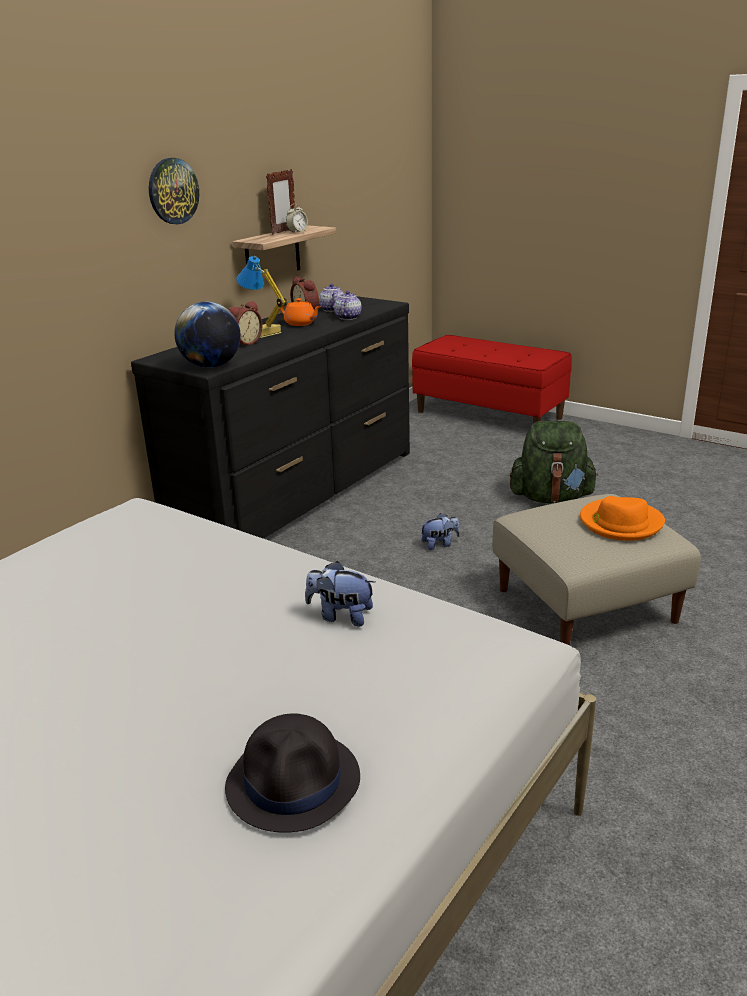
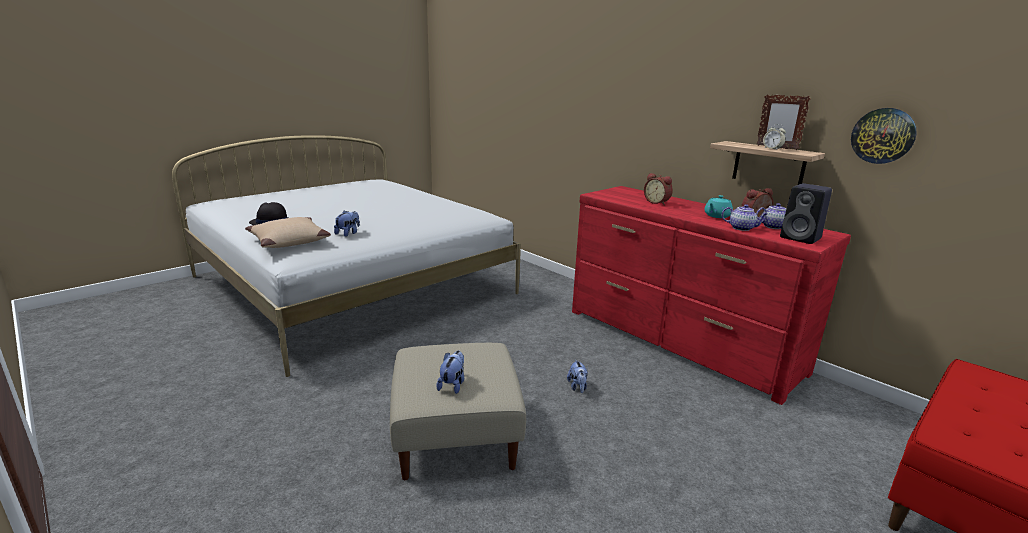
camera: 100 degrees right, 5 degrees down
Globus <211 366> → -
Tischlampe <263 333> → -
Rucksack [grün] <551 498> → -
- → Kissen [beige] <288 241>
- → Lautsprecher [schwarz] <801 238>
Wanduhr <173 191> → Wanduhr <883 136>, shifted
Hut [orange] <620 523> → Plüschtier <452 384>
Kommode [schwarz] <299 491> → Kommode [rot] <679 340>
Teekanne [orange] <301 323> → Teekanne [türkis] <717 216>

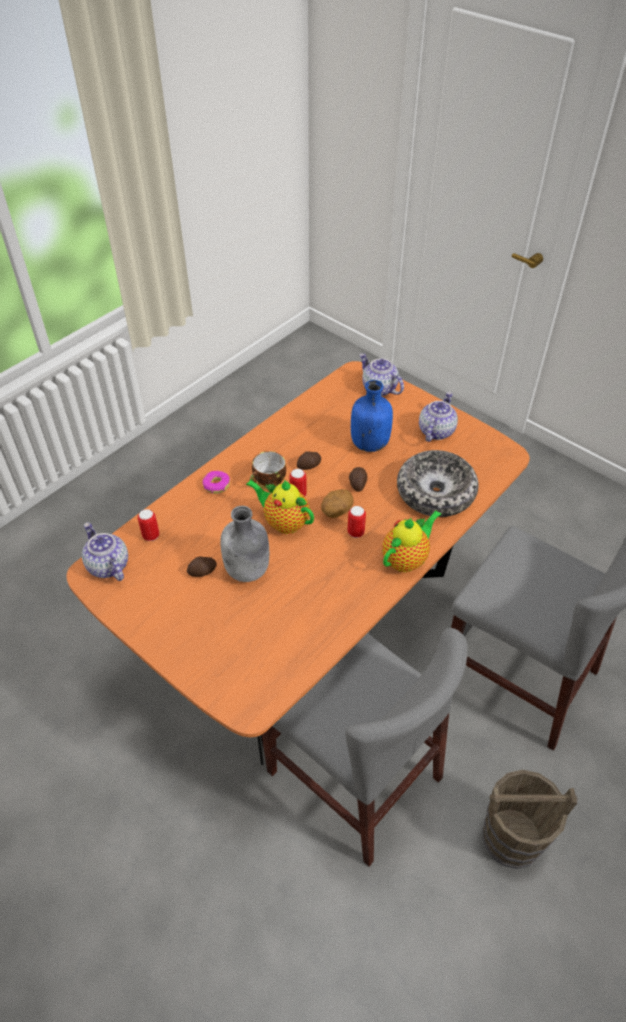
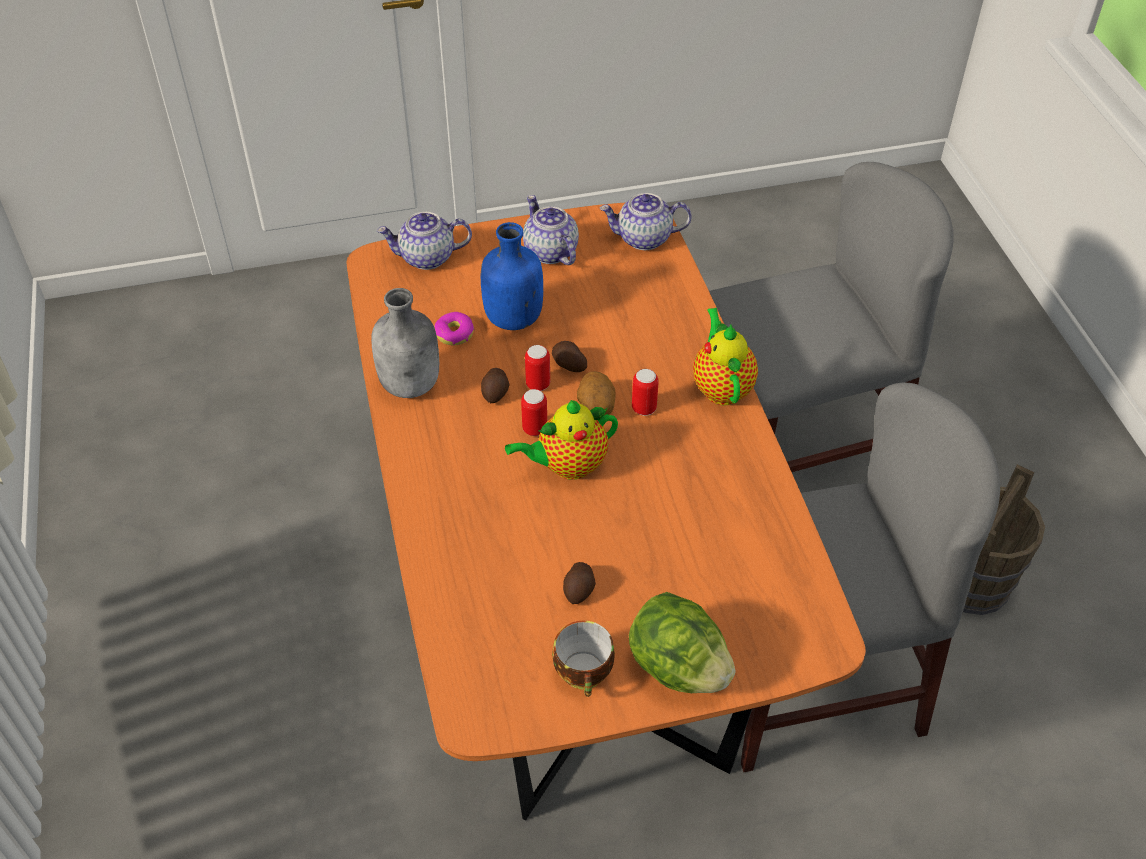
camera: 55 degrees left, 0 degrees up
Schüssel <435 492> → -
- → Salatkopf <678 667>
Teekanne <107 566> → Teekanne <643 239>, shifted
Dose <151 536> → Dose <538 384>, shifted
Donut <216 485> → Donut <454 334>, shifted
Flasche [grau] <248 571> → Flasche [grau] <411 384>, shifted
Tasse <269 482> → Tasse <585 674>, shifted

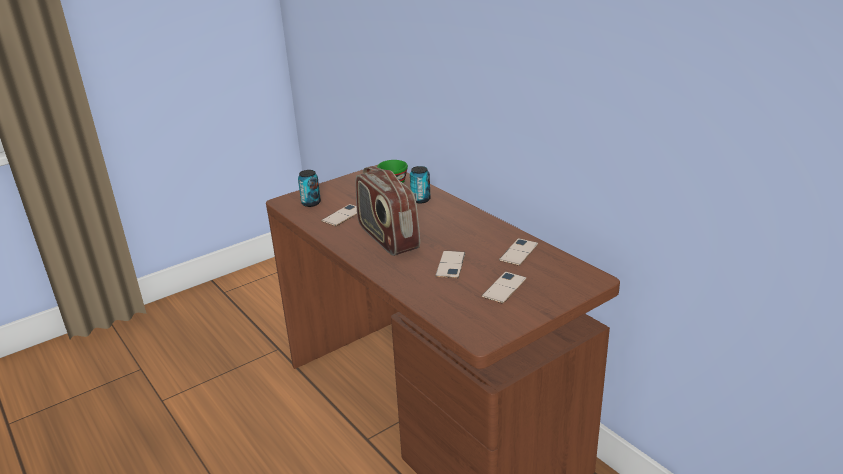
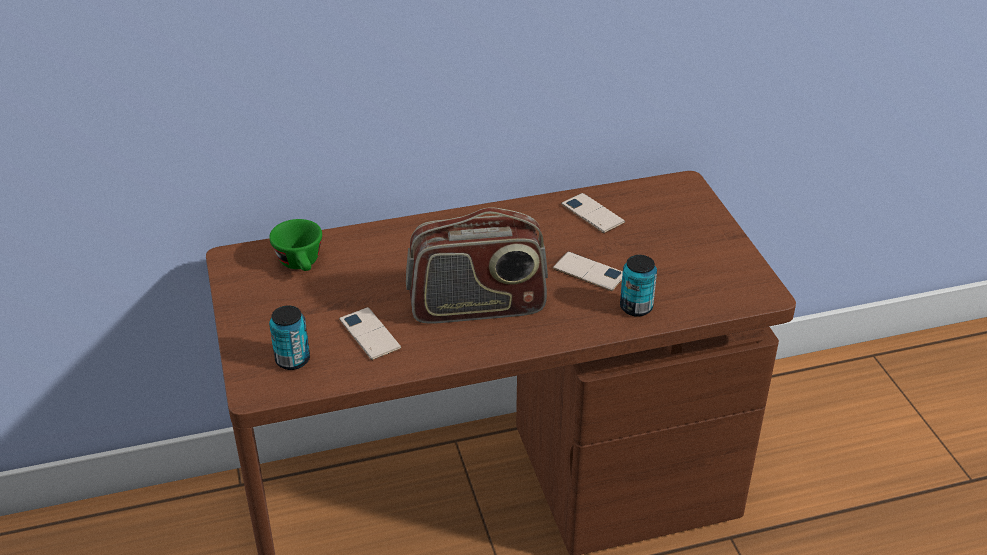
camera: 70 degrees left, 10 degrees up
Handy <504 288> → -
Dose <420 200> → Dose <636 307>, shifted

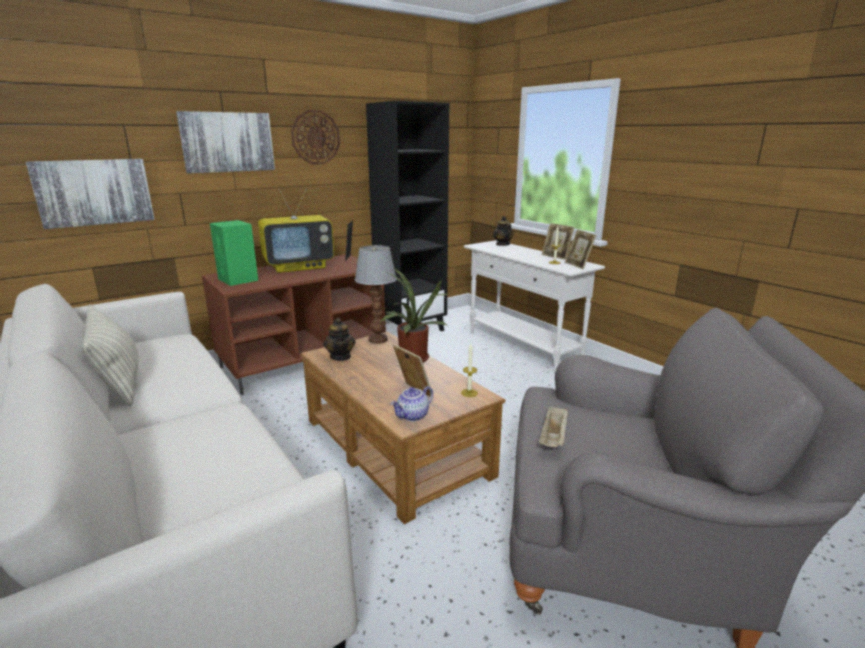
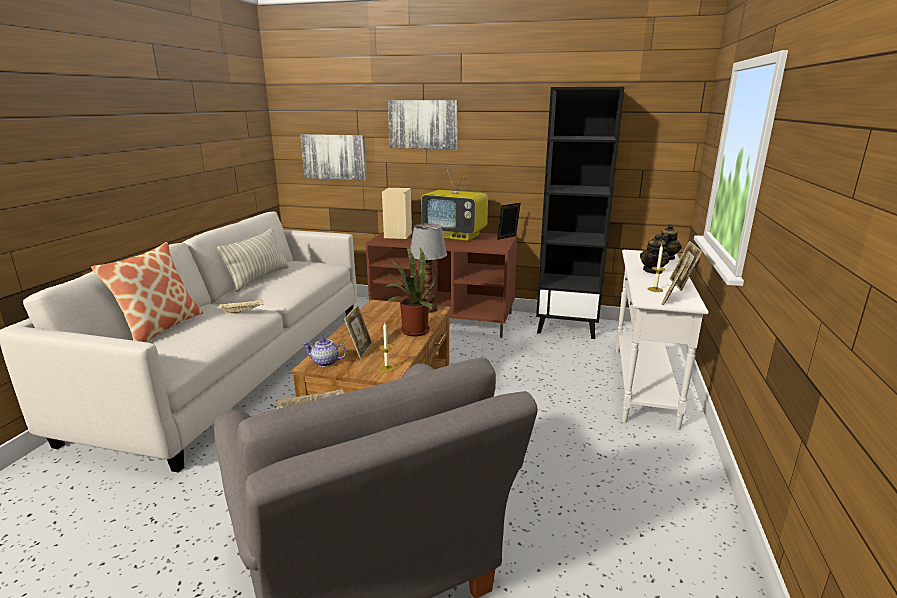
camera: 50 degrees right, 0 degrees up
Wanduhr <315 137> → -
- → Kissen <160 328>
- → Tablett [beige] <243 311>
Teekanne <340 356> → Teekanne <653 271>, shifted
Lautsprecher [grün] <238 280> → Lautsprecher [beige] <397 235>

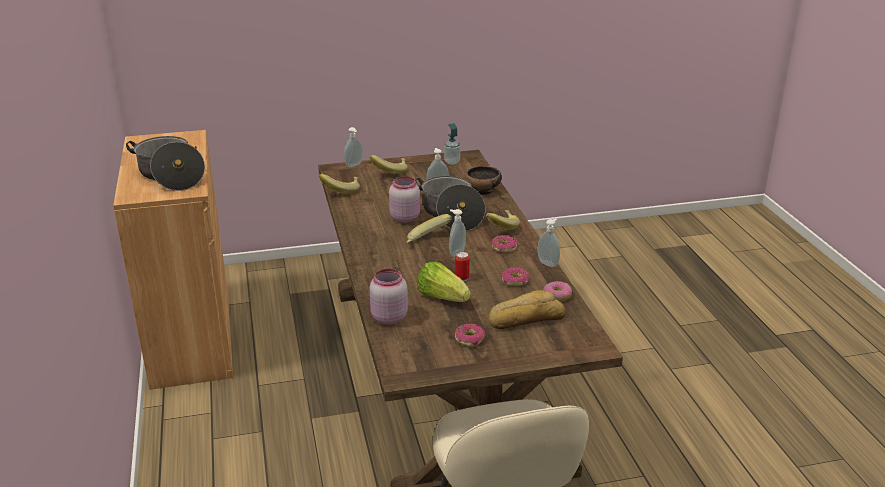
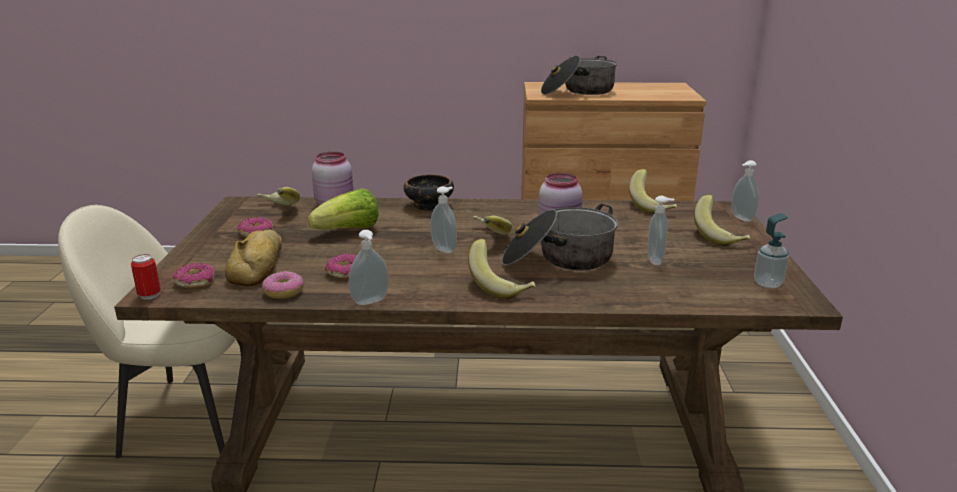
camera: 105 degrees right, 5 degrees down
- → Banane <276 210>
Dose <462 278> → Dose <149 295>, shifted
Schüssel <483 190> → Schüssel <428 205>, shifted
Donut <504 248> → Donut <195 282>, shifted

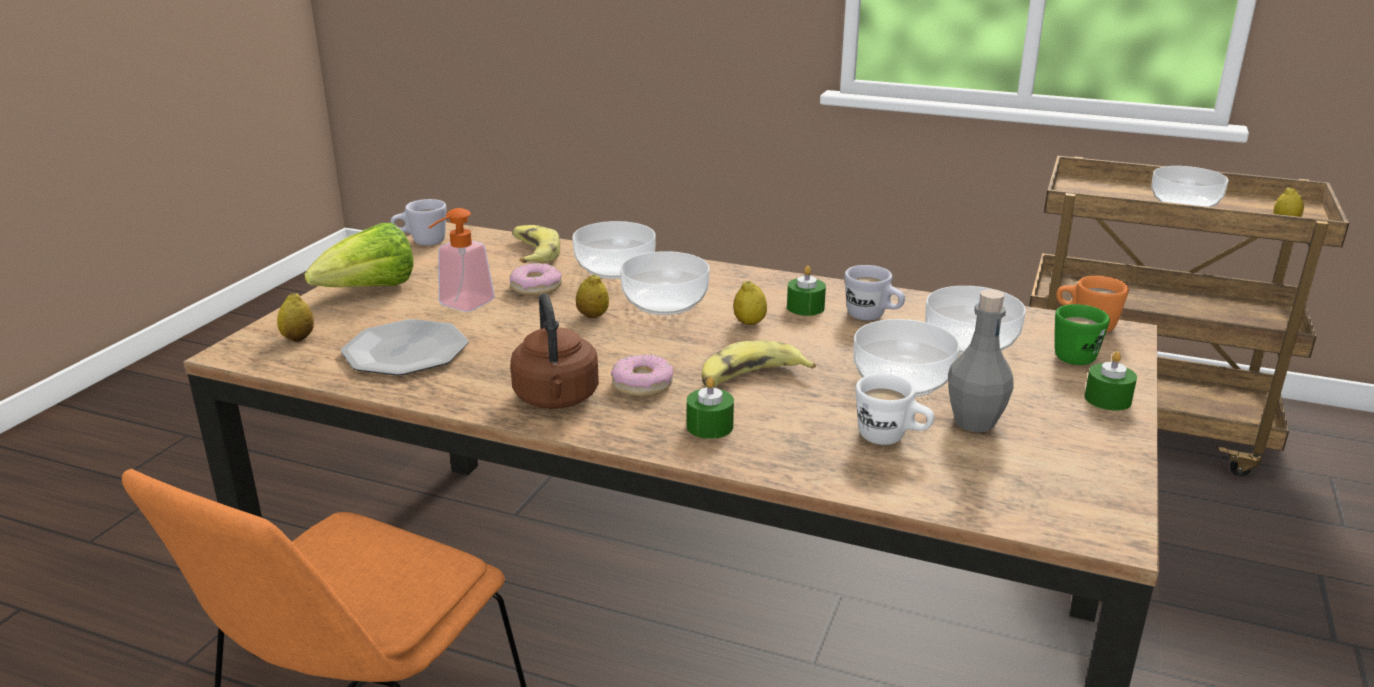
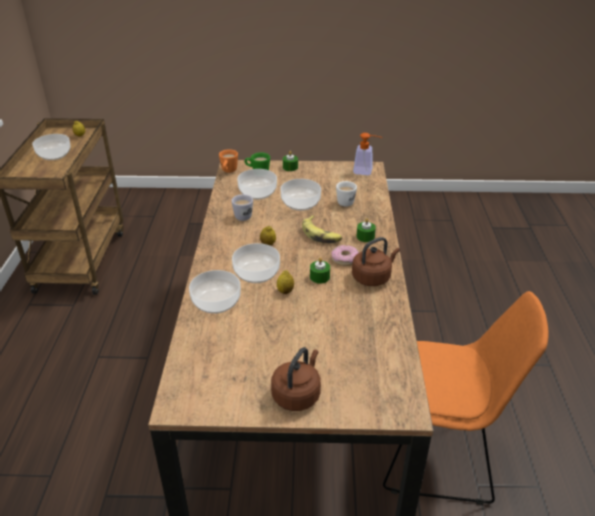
camera: 110 degrees left, 10 degrees up
Zitrone <298 338> → -
Teller <405 351> → -
Henkelbecher [weiß] <421 242> → -
Donut <536 287> → -
Banane <533 253> → -
Flasche [grau] <974 422> → -
Seifenspender <460 306> → Seifenspender <366 171>, shifted
Kerze [grün] <805 307> → Kerze [grün] <319 277>, shifted
Salatkopf <369 291> → Wasserkessel [braun] <297 394>

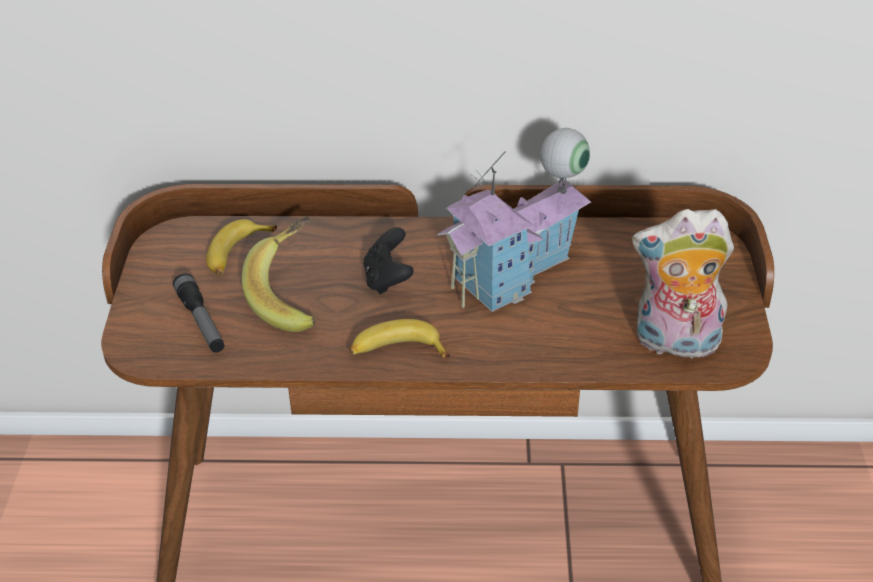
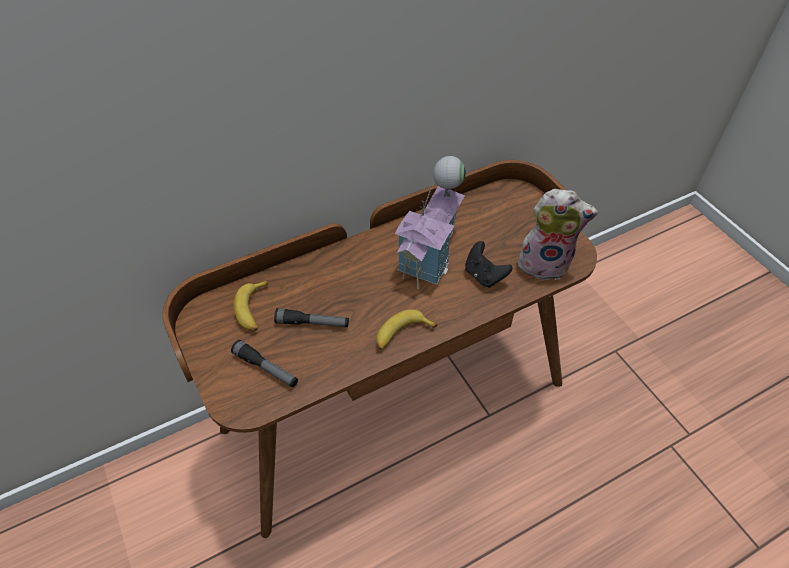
camera: 30 degrees left, 10 degrees up
Gamepad [schwarz] <387 279> → Gamepad [schwarz] <484 275>, shifted
Banane <295 295> → Taschenlampe <312 323>
Plüschtier <674 343> → Plüschtier <545 263>, 150 degrees counterclockwise

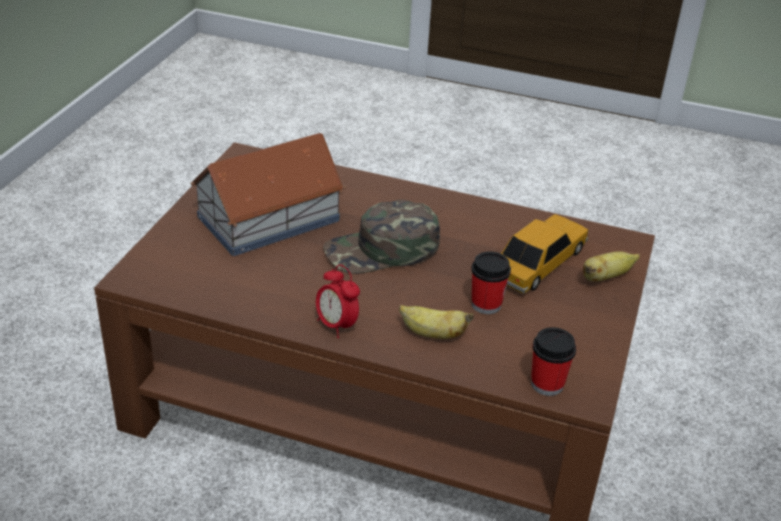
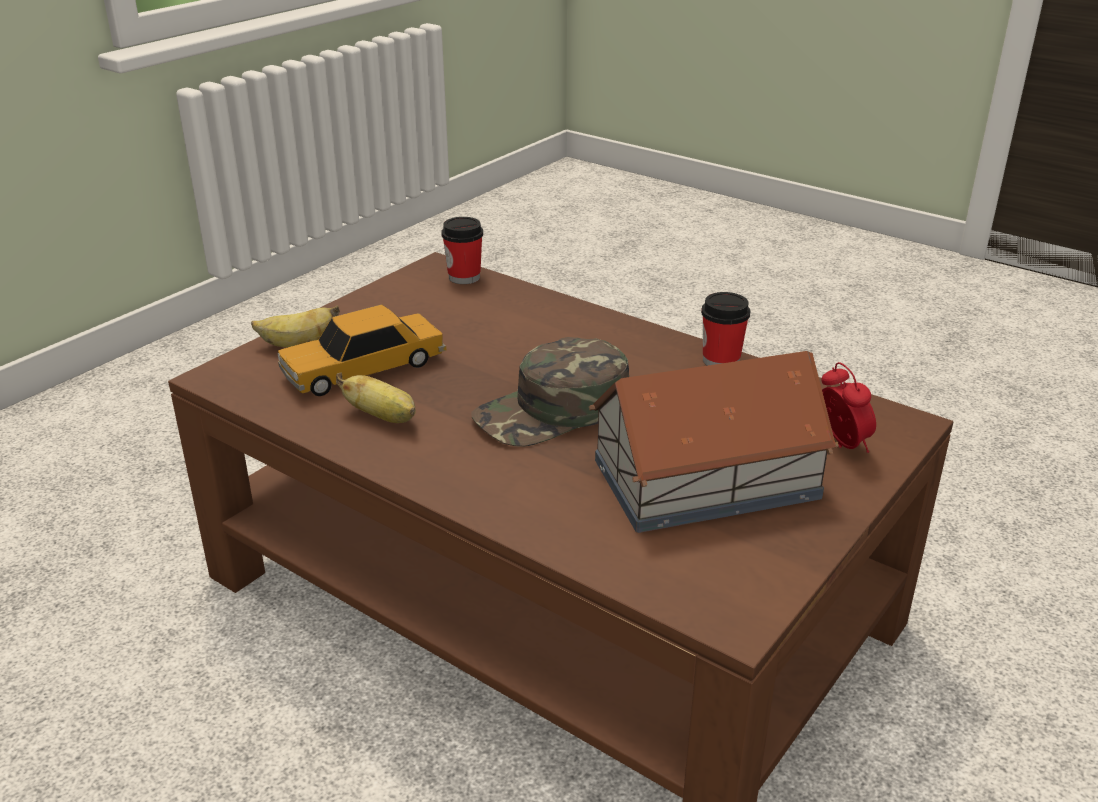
camera: 160 degrees left, 5 degrees down
Wecker <336 325> → Wecker <841 445>, shifted
Banane <432 334> → Banane <383 417>, shifted
Tasse <486 304> → Tasse <721 361>, shifted
Kappe [grün] <382 250> → Kappe [grün] <553 410>, 150 degrees clockwise

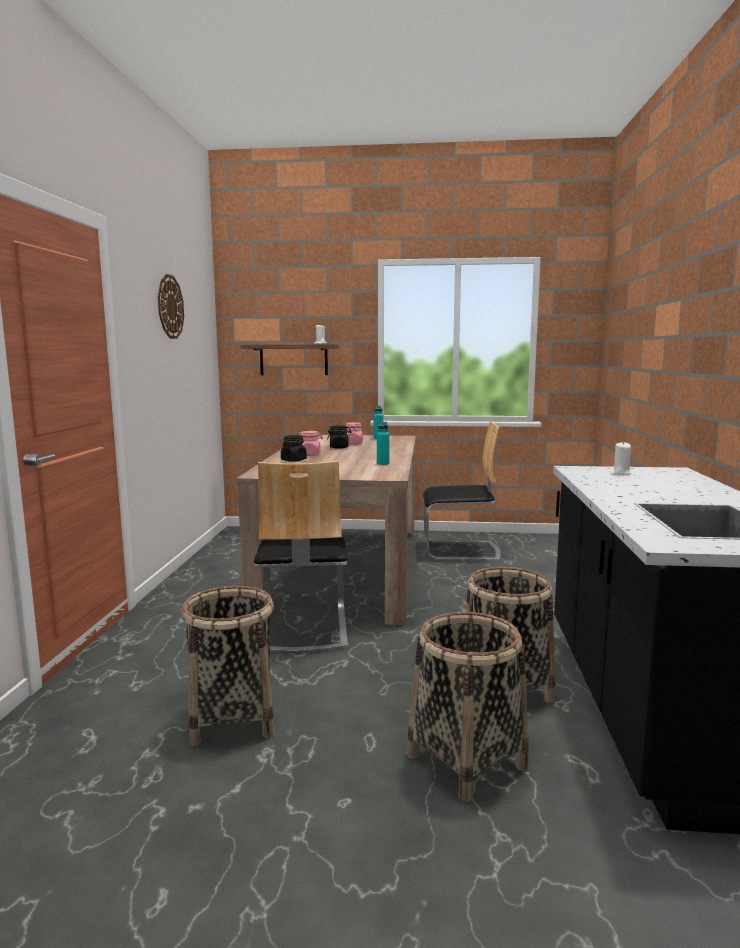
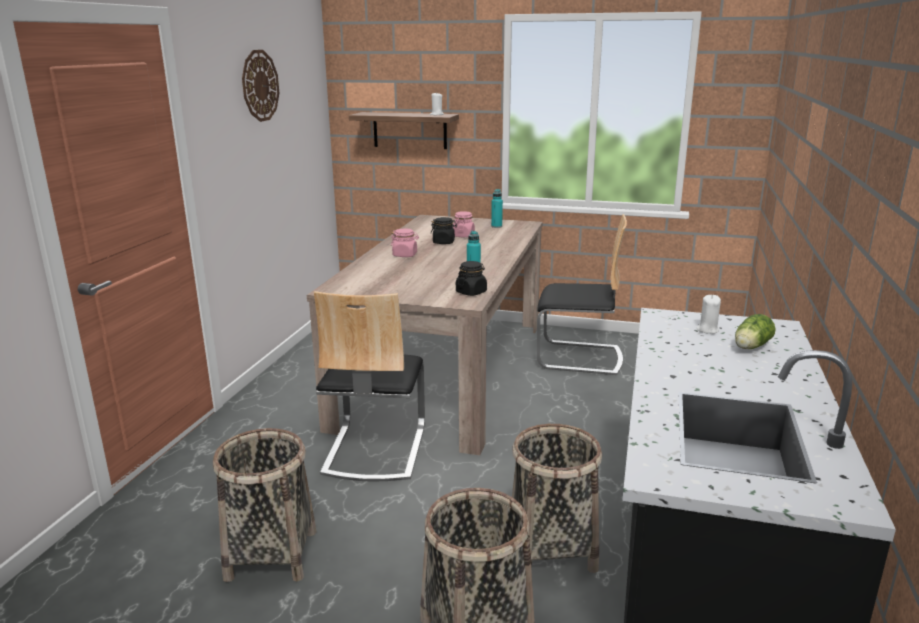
camera: 10 degrees right, 10 degrees up
- → Salatkopf <750 347>
Vorratsglas [schwarz] <293 460> → Vorratsglas [schwarz] <471 292>, shifted

